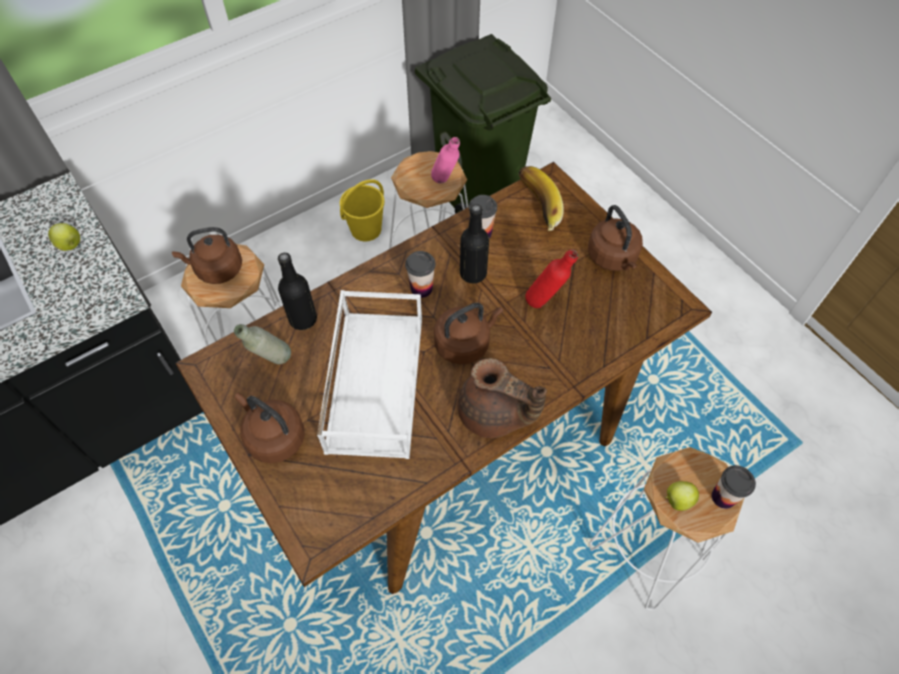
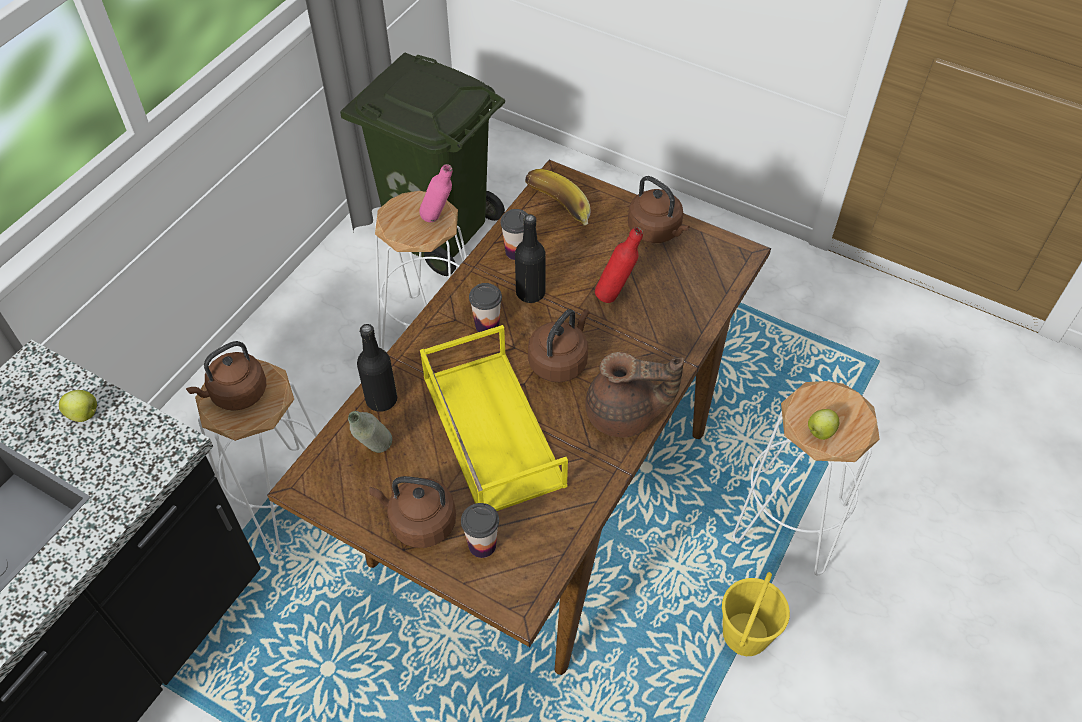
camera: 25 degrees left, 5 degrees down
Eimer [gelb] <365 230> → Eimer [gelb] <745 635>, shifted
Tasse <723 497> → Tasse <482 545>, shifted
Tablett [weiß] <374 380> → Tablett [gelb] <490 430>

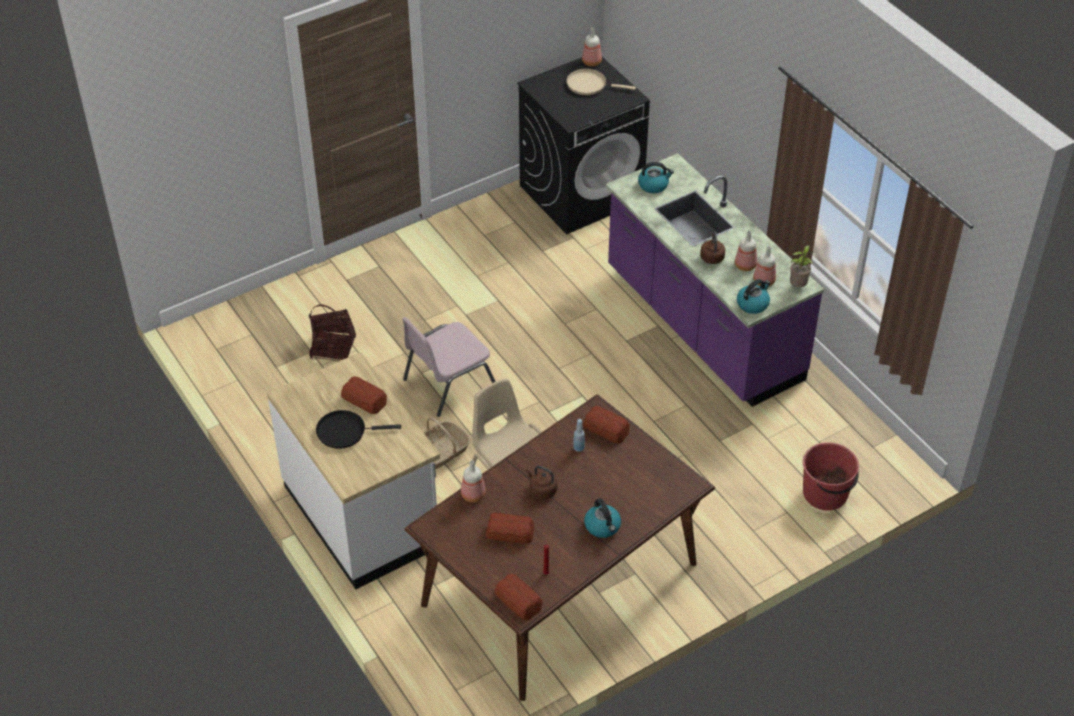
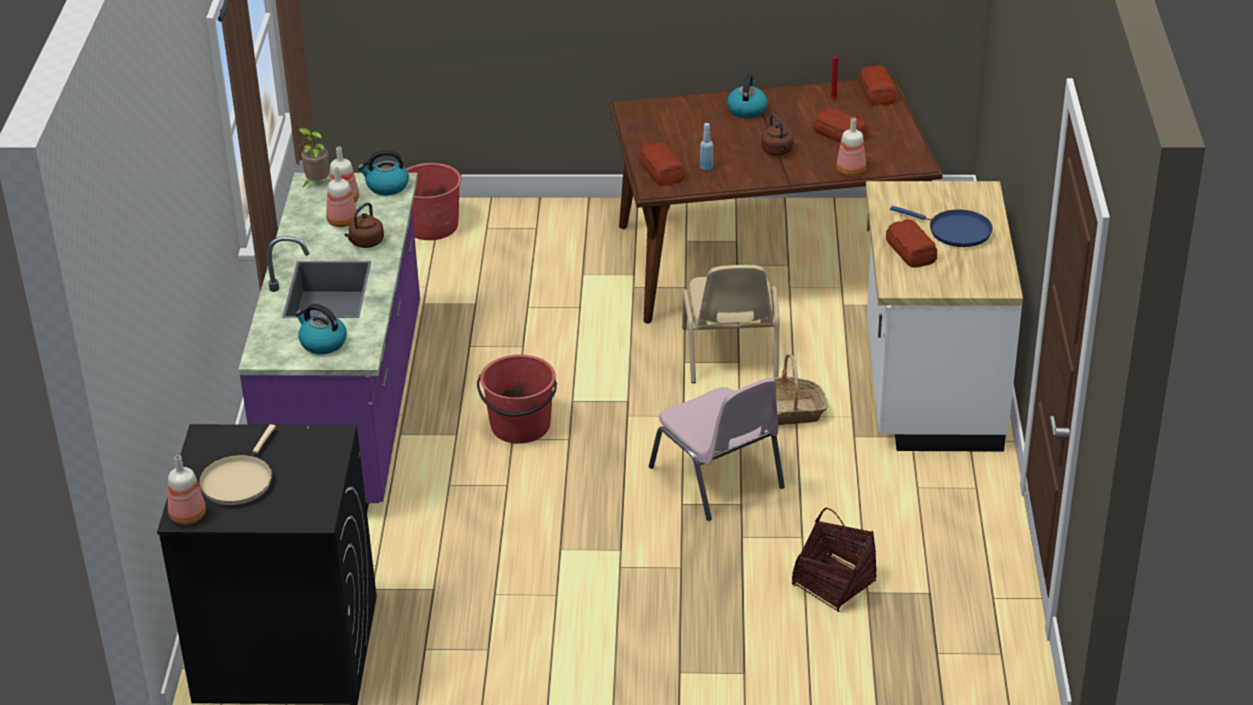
camera: 145 degrees left, 10 degrees down
- → Eimer [rot] <520 426>
Pfanne [schwarz] <345 431> → Pfanne [blau] <955 231>
Stuhl [rosa] <448 383> → Stuhl [rosa] <718 478>, 60 degrees clockwise
Pfanne [beige] <589 85> → Pfanne [beige] <238 480>, 60 degrees clockwise

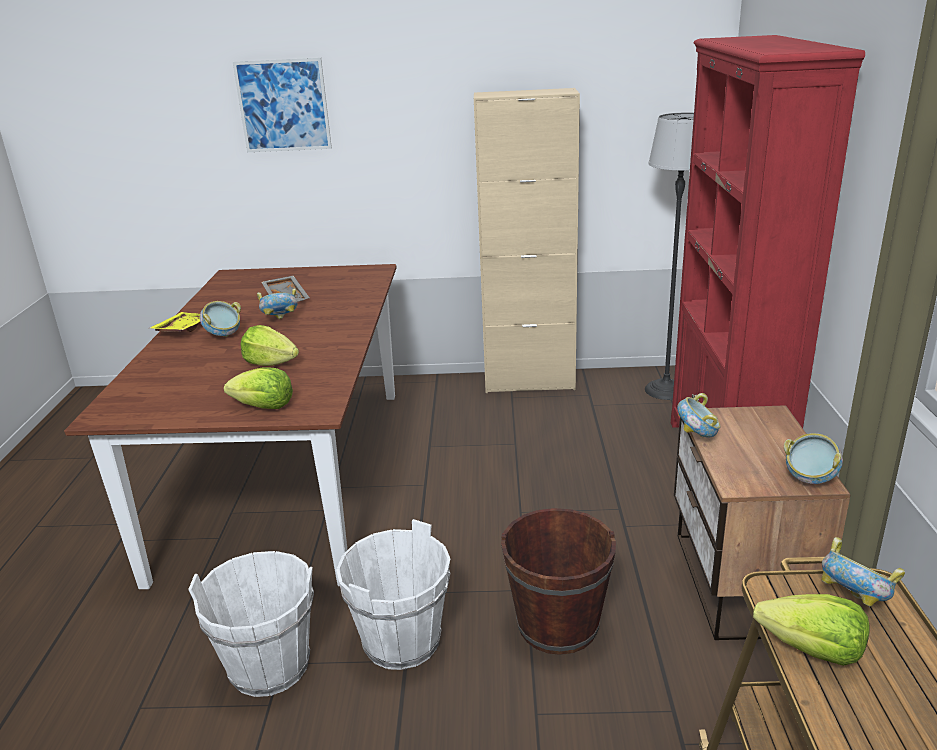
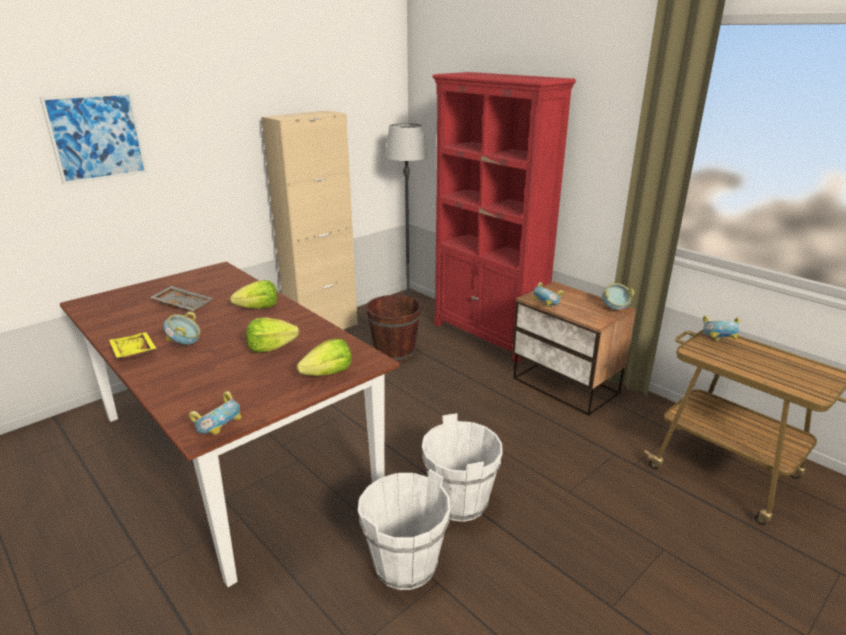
camera: 45 degrees left, 0 degrees up
Schüssel <281 320> → Schüssel <220 433>, shifted
Eimer [braun] <557 625> → Eimer [braun] <394 352>, shifted
Salatkopf <812 650> → Salatkopf <258 308>, shifted

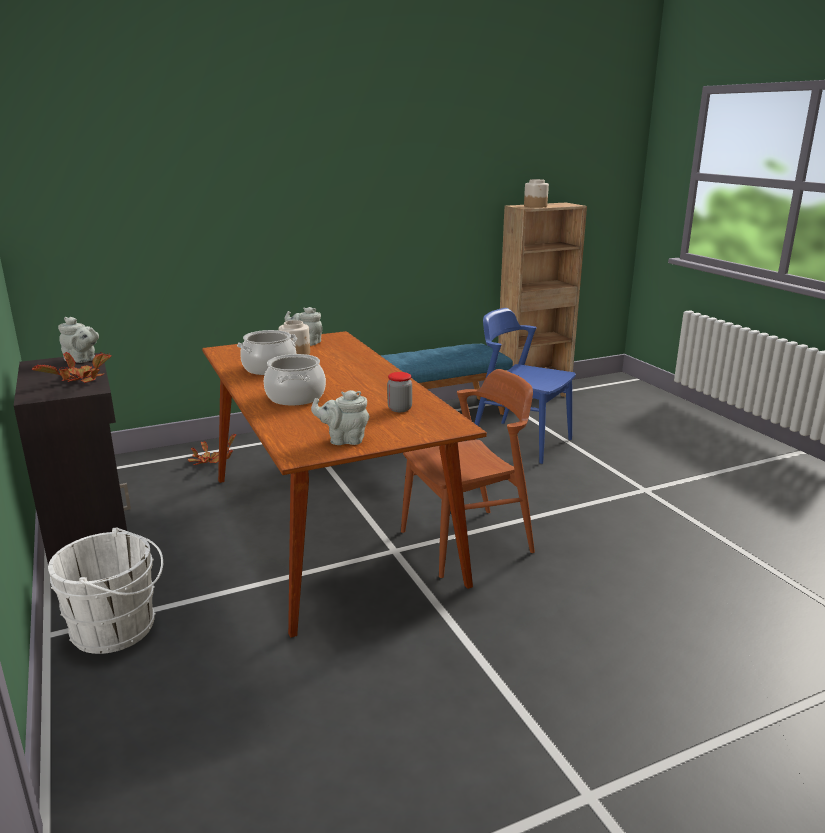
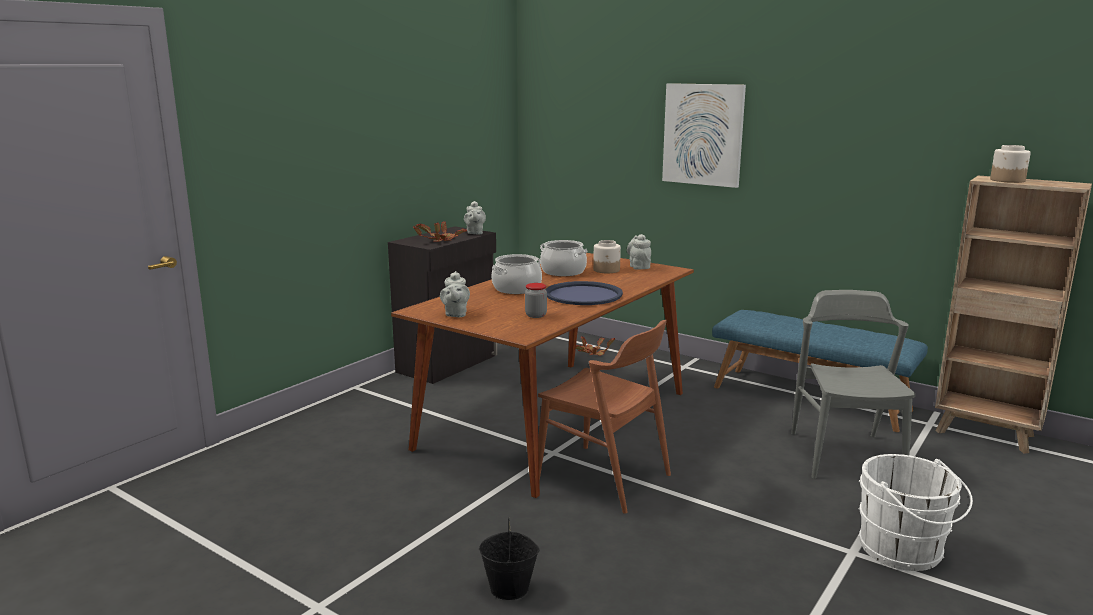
camera: 60 degrees right, 5 degrees down
- → Eimer [schwarz] <510 588>
- → Tablett [blau] <583 295>
- → Bild <703 134>
Eimer [weiß] <119 628> → Eimer [weiß] <904 551>, shifted
Stuhl [blau] <520 441> → Stuhl [grau] <845 455>
Teekanne [grau] <344 440> → Teekanne [grau] <455 314>, 150 degrees counterclockwise

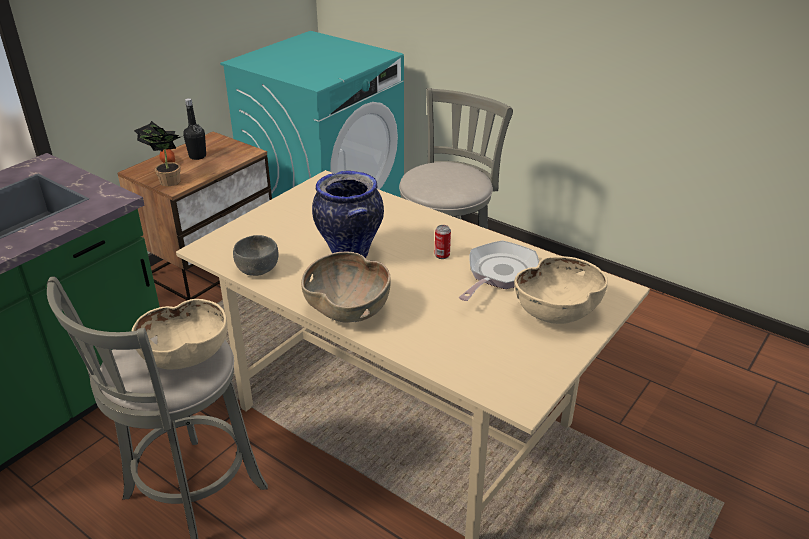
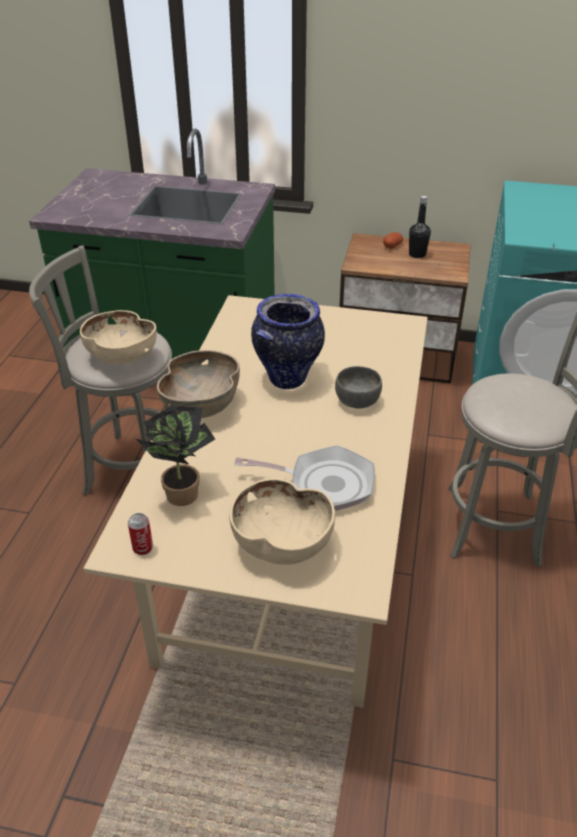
camera: 65 degrees right, 5 degrees up
Topfpflanze <167 181> → Topfpflanze <181 491>, shifted
Schüssel [grau] <258 269> → Schüssel [grau] <358 401>, shifted
Dose <442 255> → Dose <143 548>, shifted

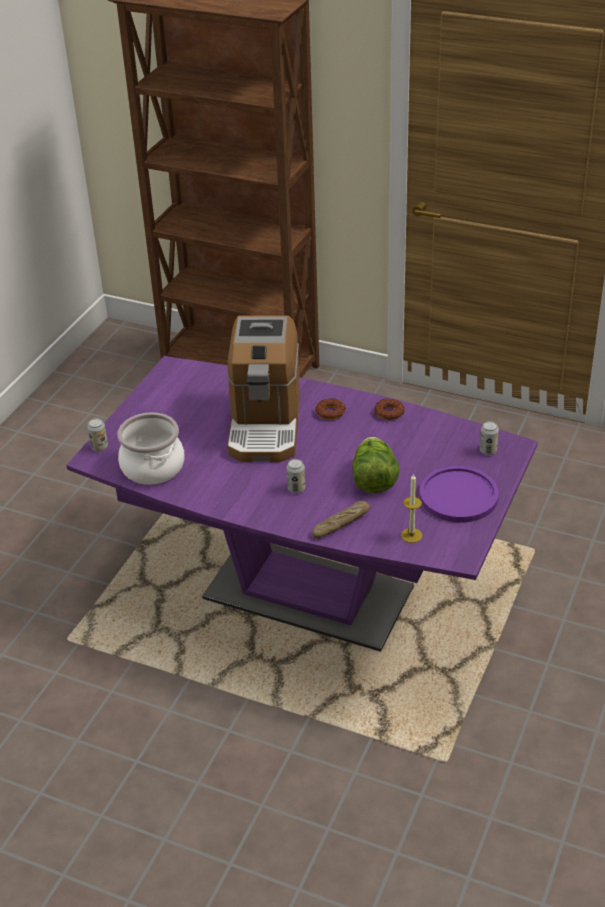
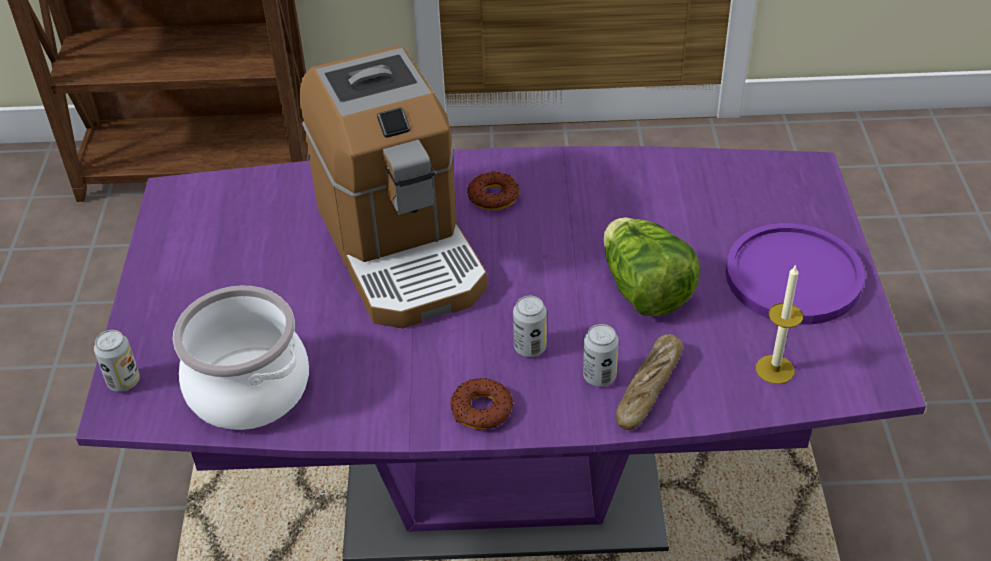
camera: 25 degrees left, 5 degrees up
Donut <389 412> → Donut <482 410>, shifted
Dose <488 451> → Dose <599 376>, shifted

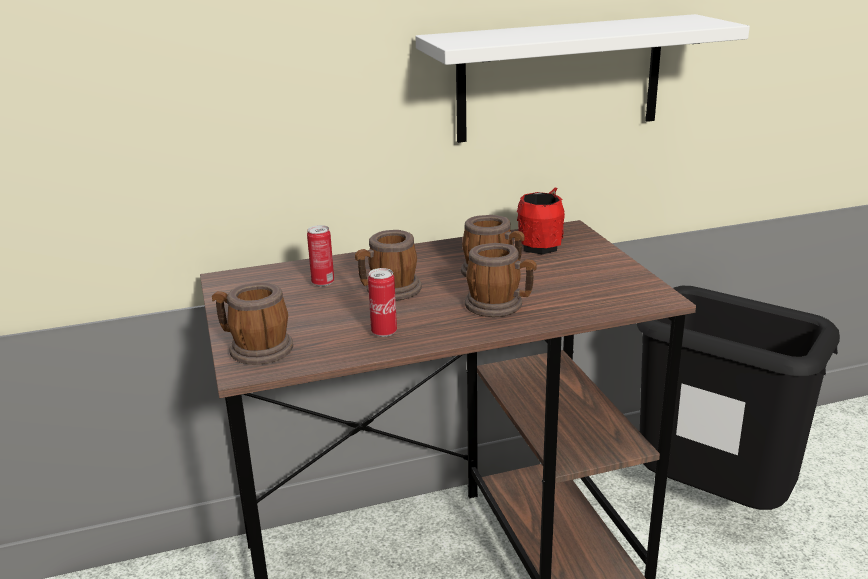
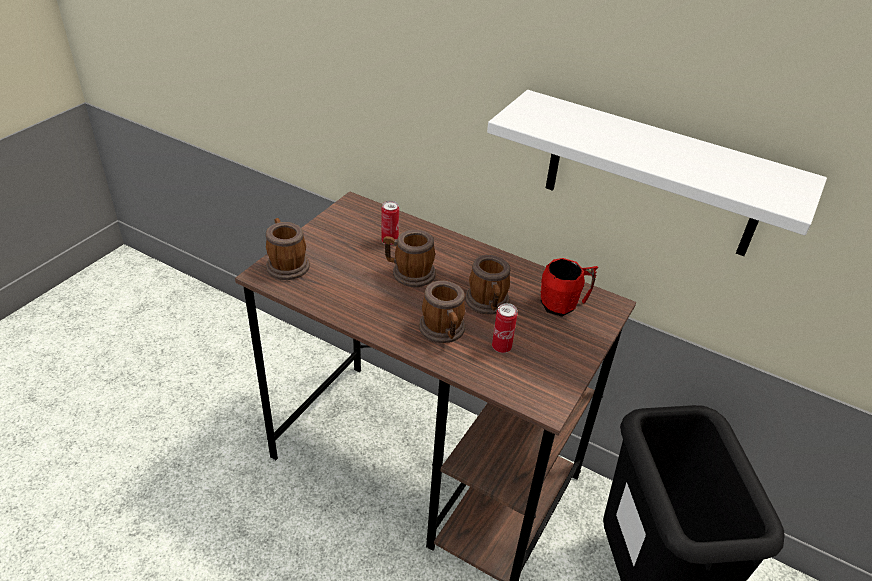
camera: 45 degrees right, 15 degrees up
Dose <384 332> → Dose <501 347>, shifted

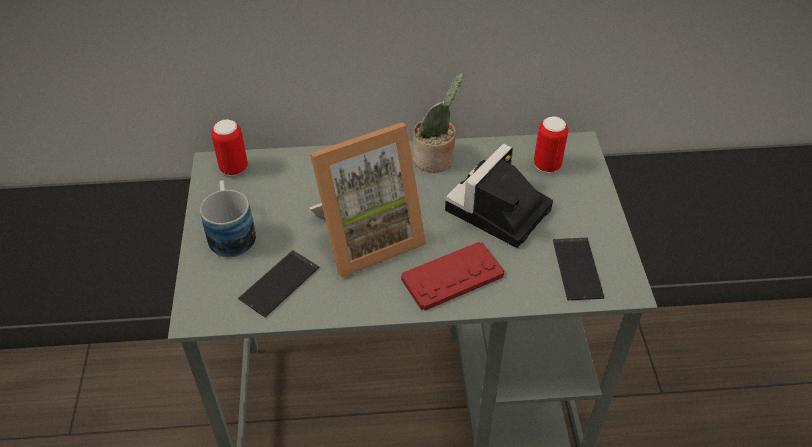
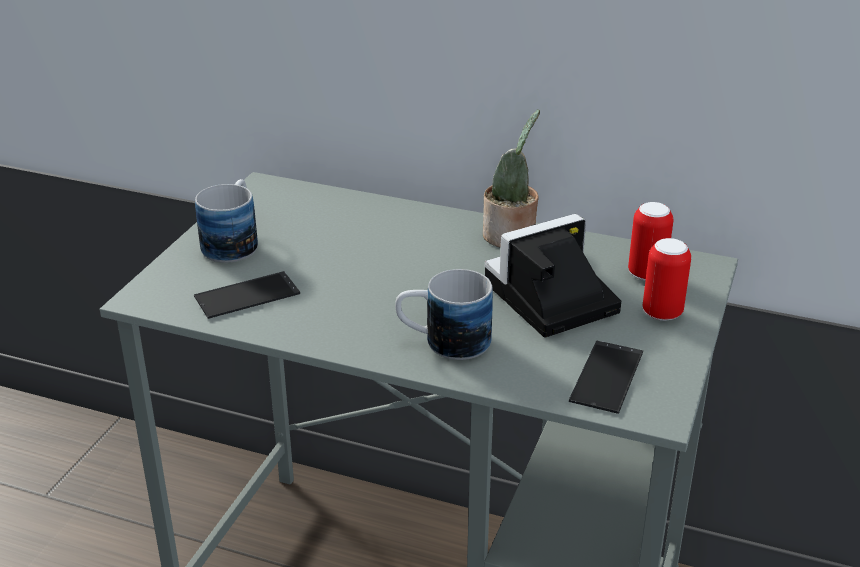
camera: 25 degrees right, 15 degrees down
Bilderrahmen <367 236> → -
Dose <234 168> → Dose <662 313>, shifted
Gamepad [rot] <452 277> → Henkelbecher <443 342>

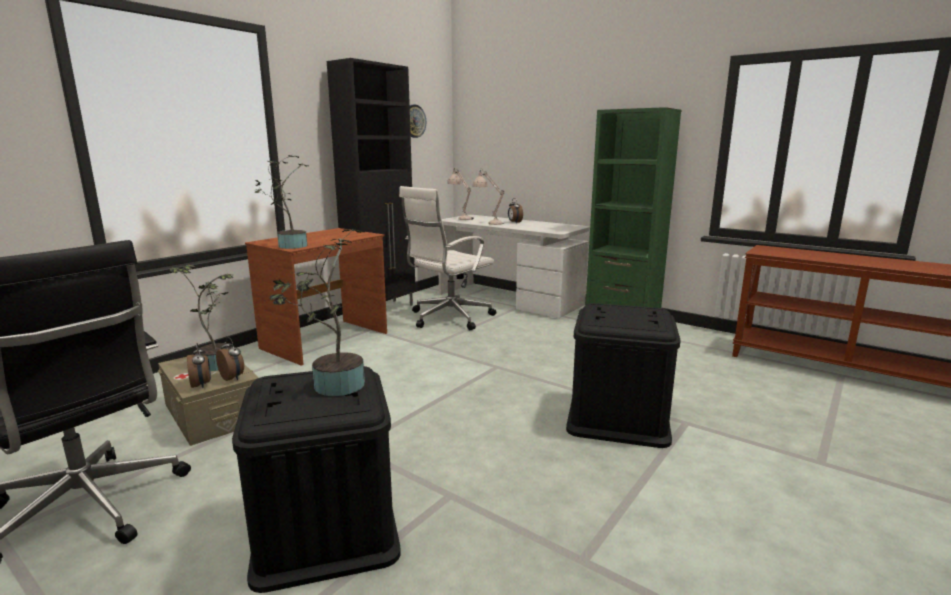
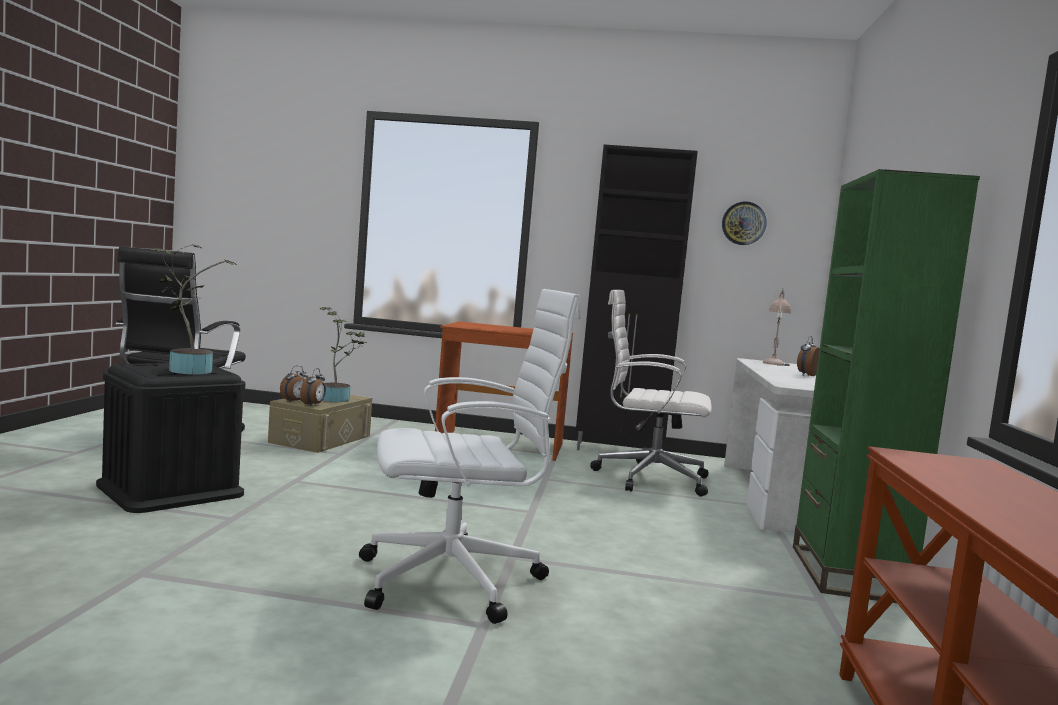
camera: 60 degrees right, 10 degrees down
Topfpflanze <289 246> → -
Tischlampe [beige] <488 223> → -
Aufbewahrungsbox [schwarz] <618 417> → Bürostuhl [weiß] <456 580>

